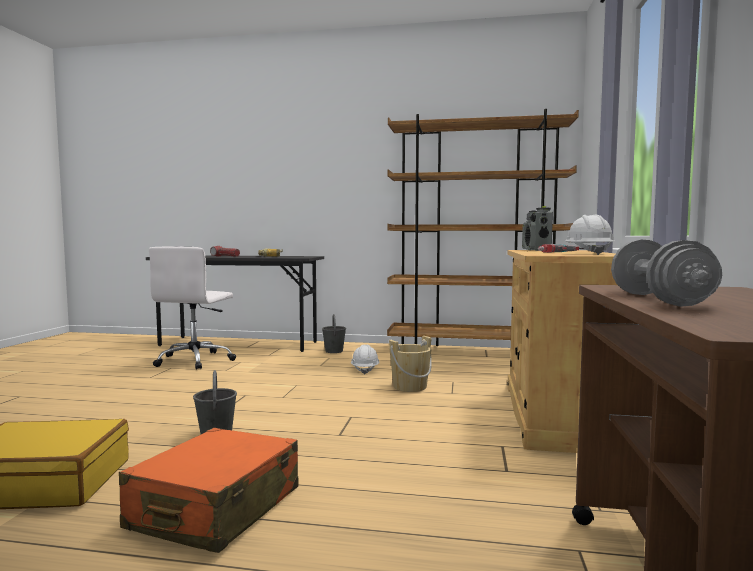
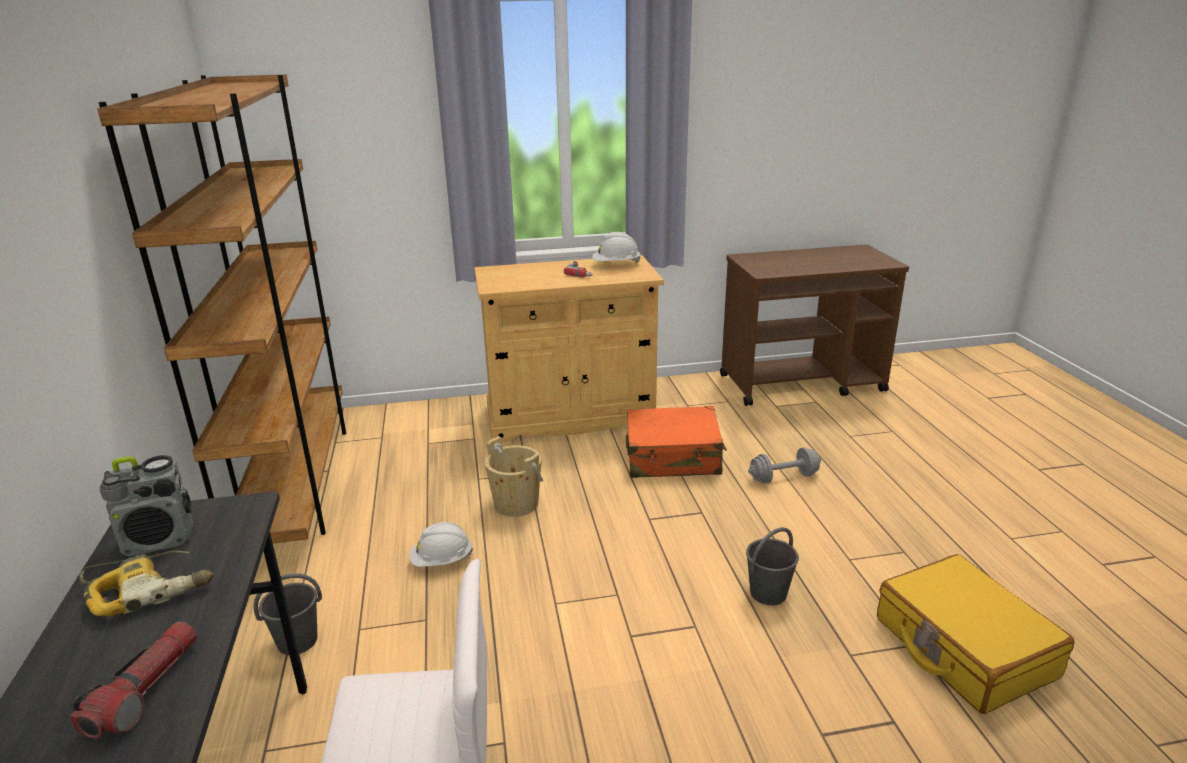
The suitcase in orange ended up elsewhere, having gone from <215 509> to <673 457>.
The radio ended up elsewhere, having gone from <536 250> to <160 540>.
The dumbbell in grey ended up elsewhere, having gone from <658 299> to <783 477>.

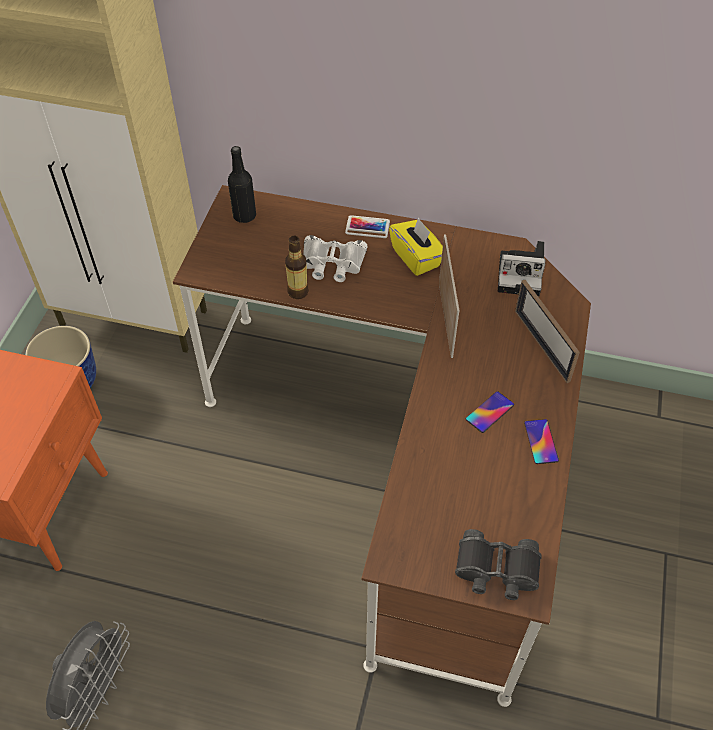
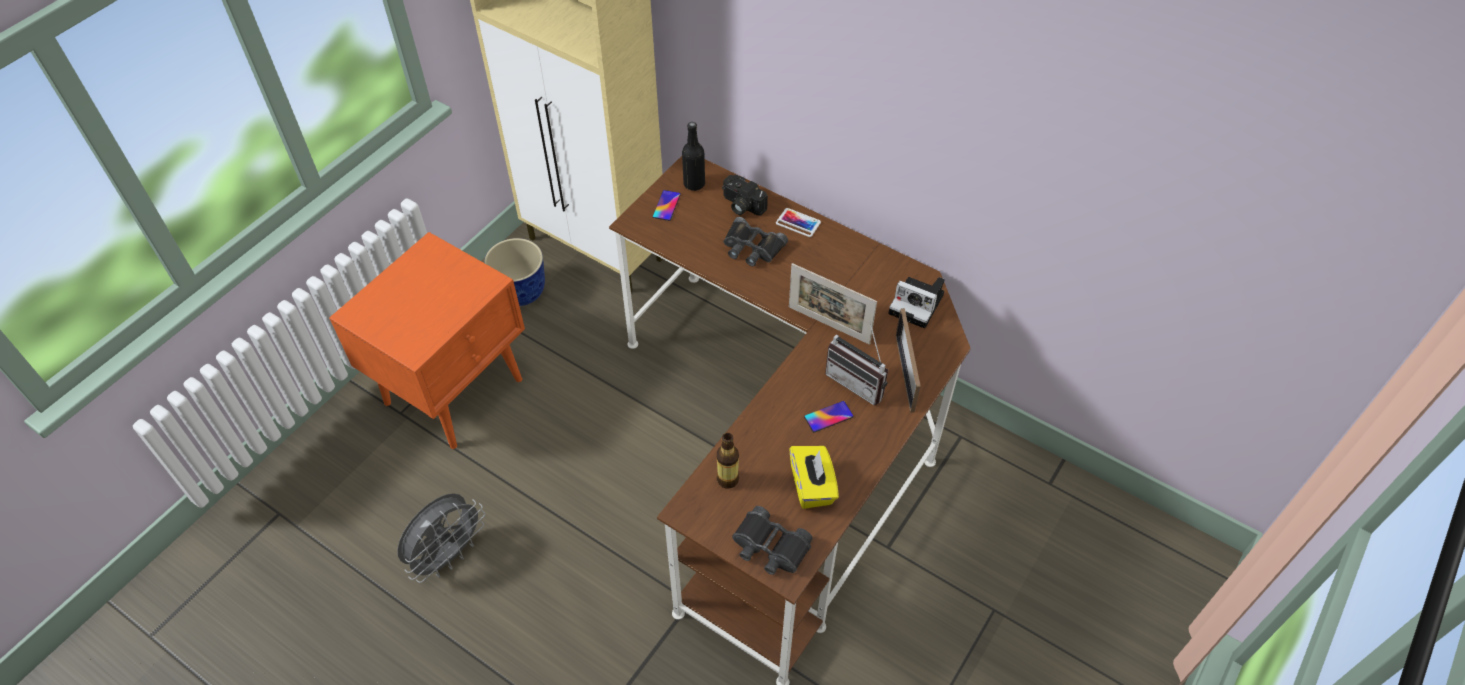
The bottle ended up elsewhere, having gone from <298 292> to <727 479>.
What was the binoculars in white at <332 263> turned into the binoculars in black at <752 247>.
The tissue box in yellow ended up elsewhere, having gone from <416 258> to <812 486>.
The picture frame at <445 319> ended up facing another way, 105 degrees clockwise from before.
The phone ended up elsewhere, having gone from <541 441> to <666 205>.
The second view gained the photo camera at <741 205>.
The second view gained the radio at <859 381>.

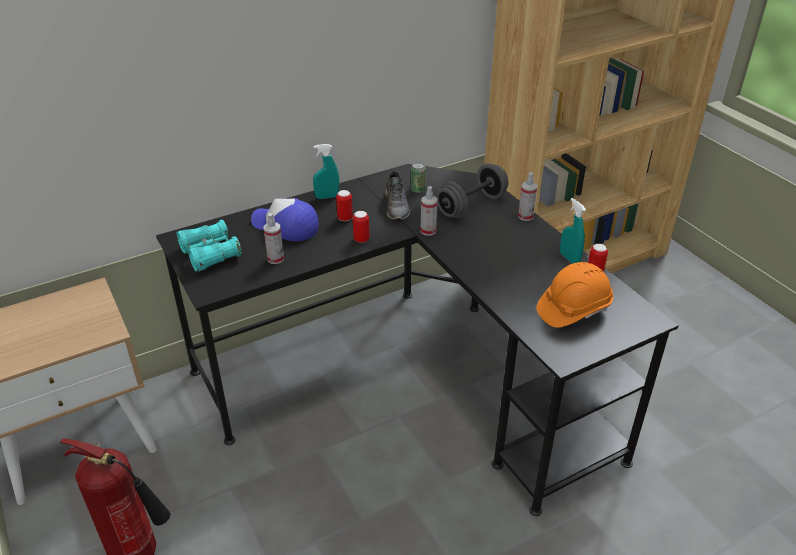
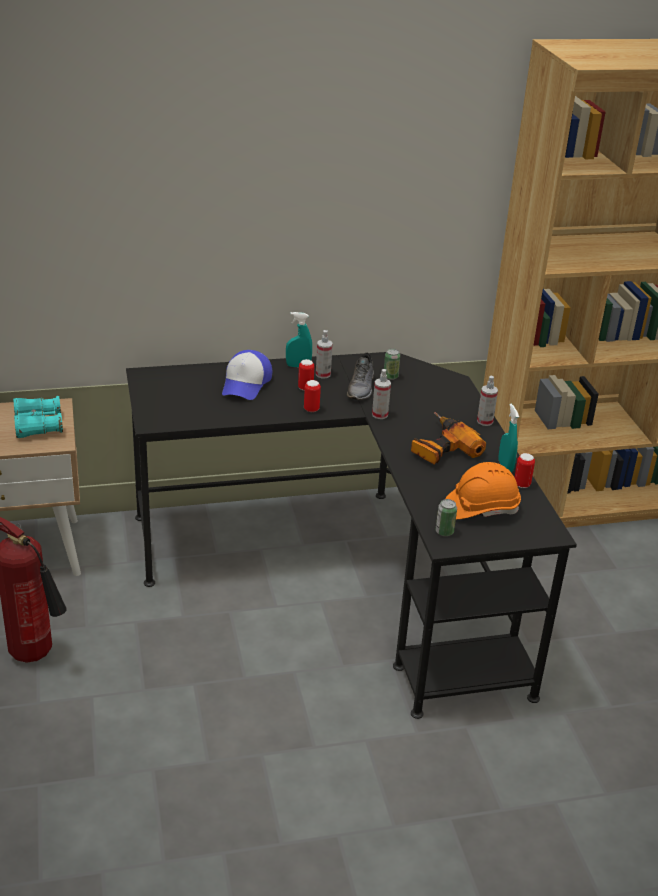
The binoculars in turquoise ended up elsewhere, having gone from <210 254> to <38 425>.
The cap at <285 226> ended up facing another way, 120 degrees counterclockwise from before.
The spray bottle ended up elsewhere, having gone from <275 259> to <323 374>.
The second view lost the dumbbell in grey at <471 206>.
The second view gained the power drill at <440 448>.
The second view gained the can at <444 532>.

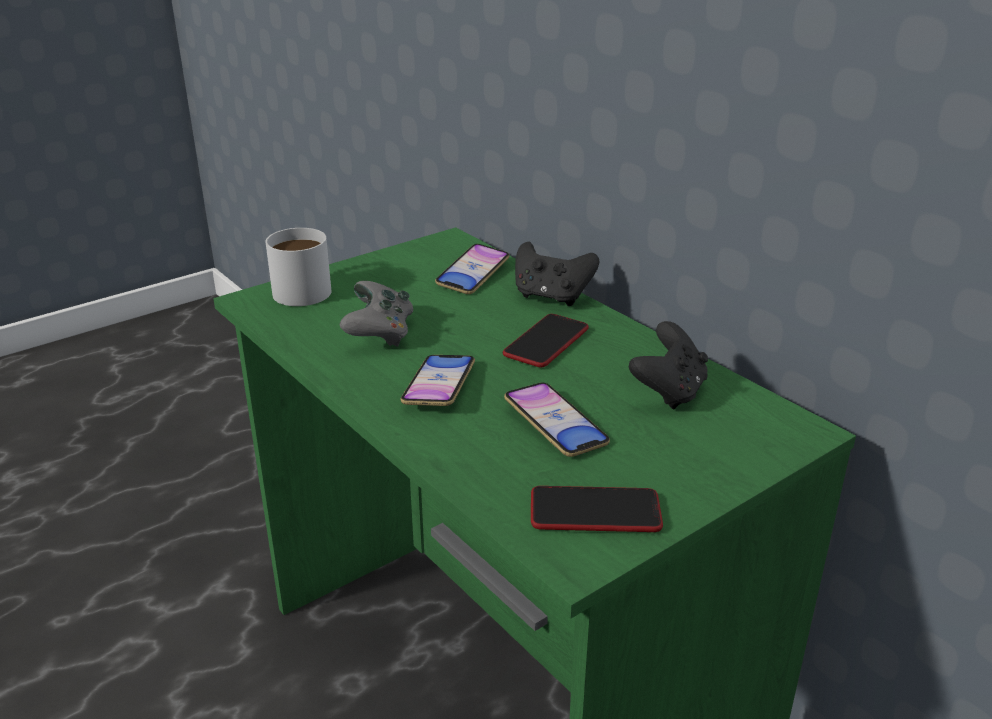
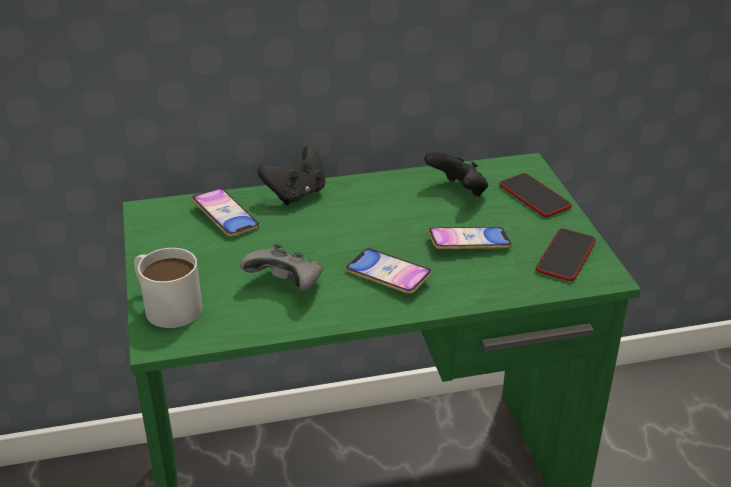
The phone ended up elsewhere, having gone from <546 342> to <534 196>.

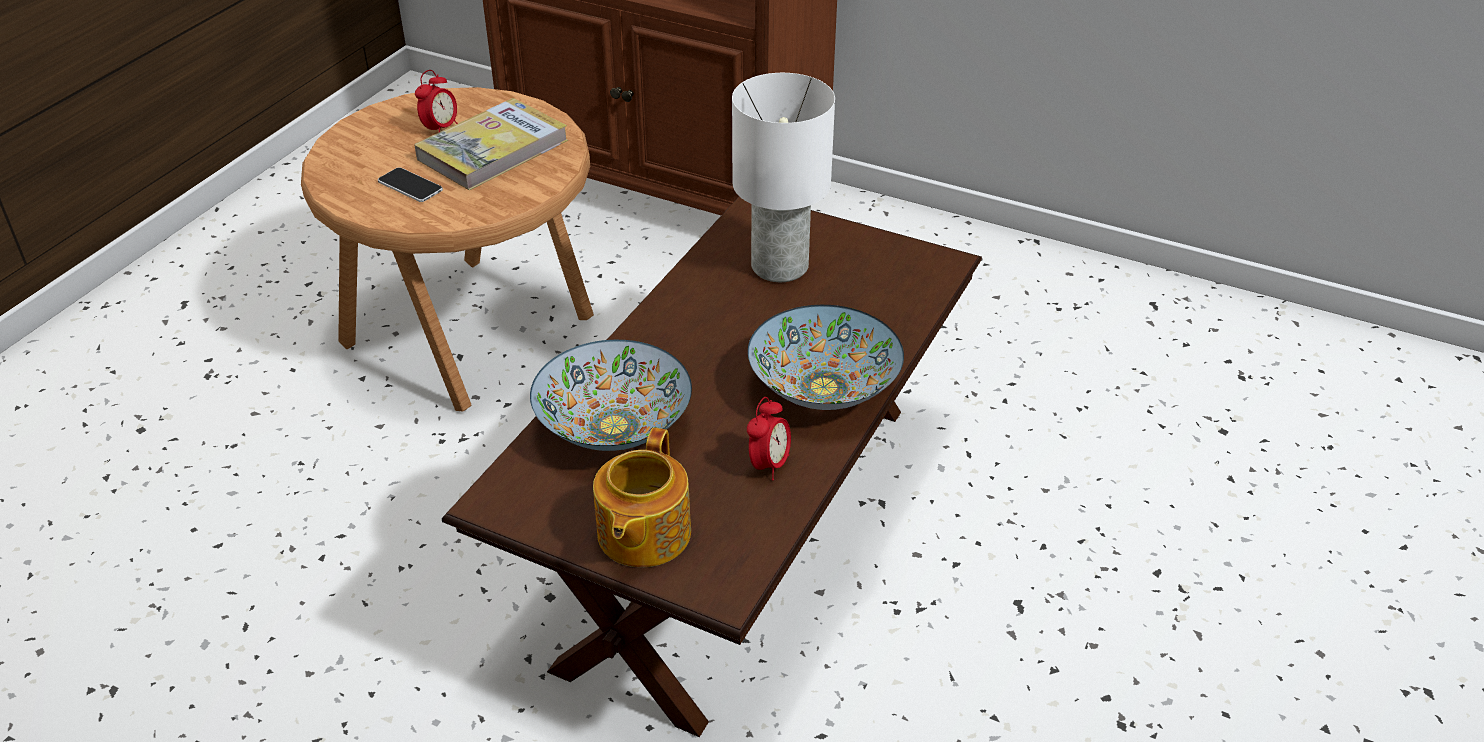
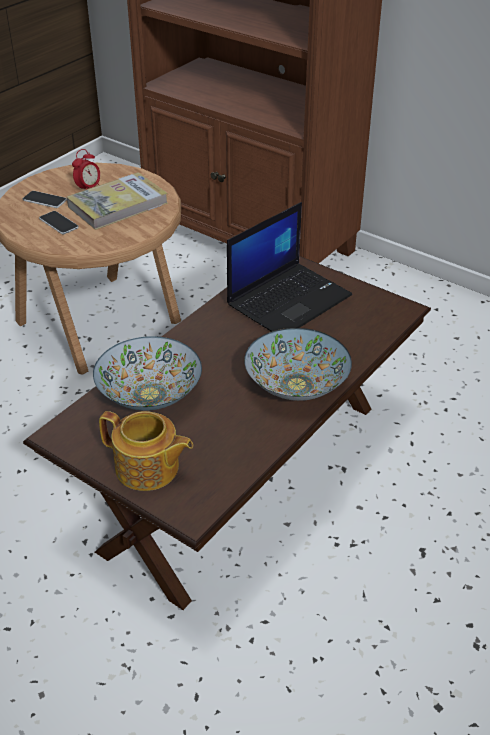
The teapot at <642 534> ended up facing another way, 90 degrees counterclockwise from before.
Where the table lamp in white stood at <779 265>, the laptop came to stand at <289 299>.
The second view lost the alarm clock at <769 465>.
The second view gained the phone at <44 200>.

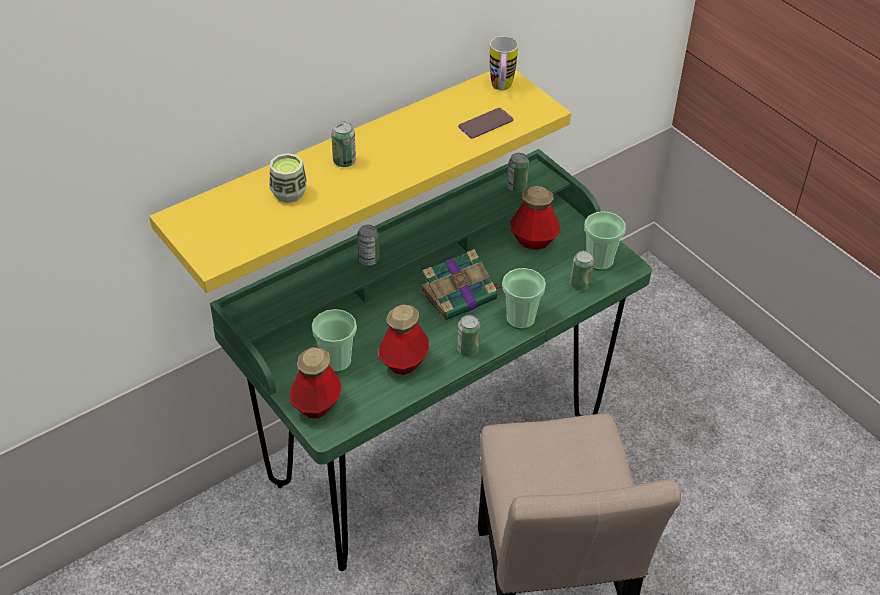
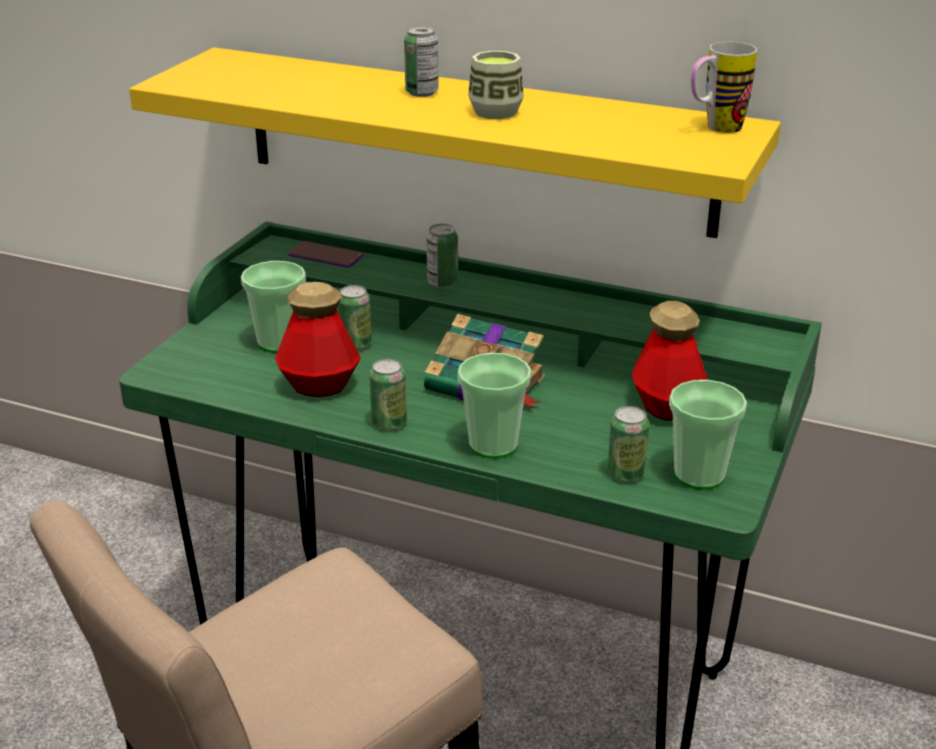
The cup ended up elsewhere, having gone from <289 193> to <495 112>.
The second view lost the bottle at <316 405>.
The phone ended up elsewhere, having gone from <485 124> to <325 256>.
The can ended up elsewhere, having gone from <516 187> to <355 344>.

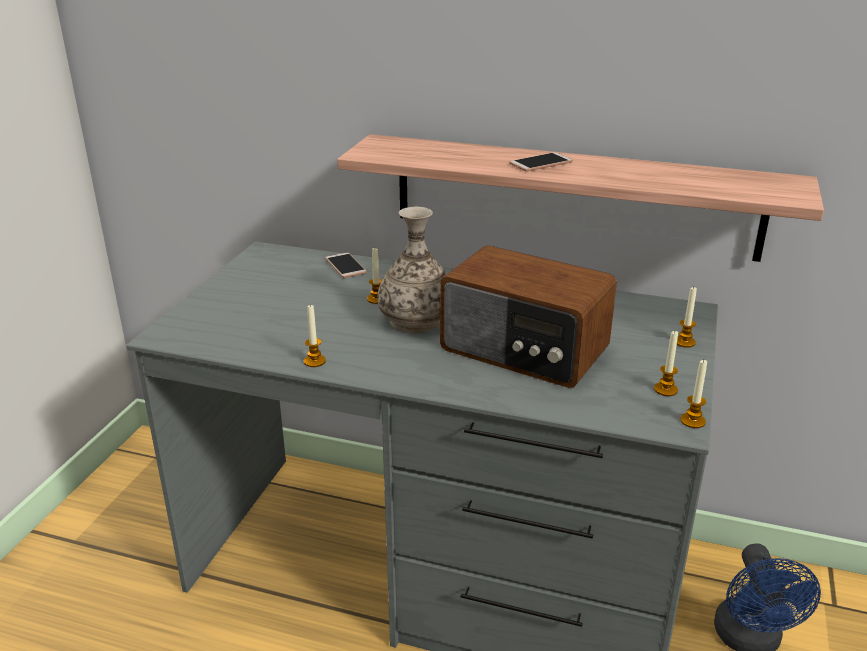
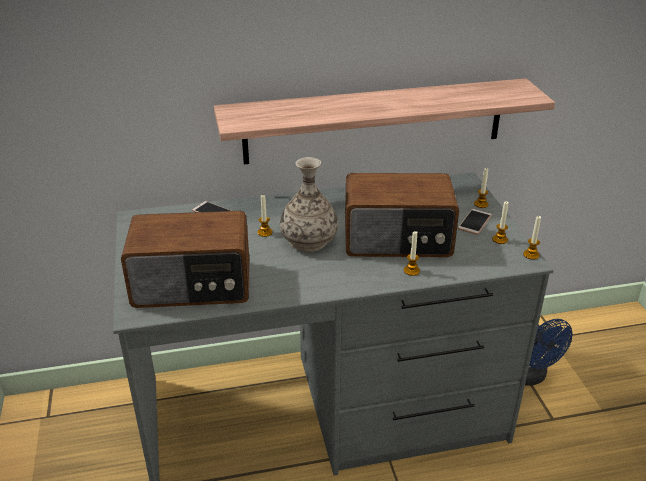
The candle ended up elsewhere, having gone from <314 361> to <411 271>.
The phone ended up elsewhere, having gone from <541 163> to <474 222>.
The second view gained the radio at <193 285>.

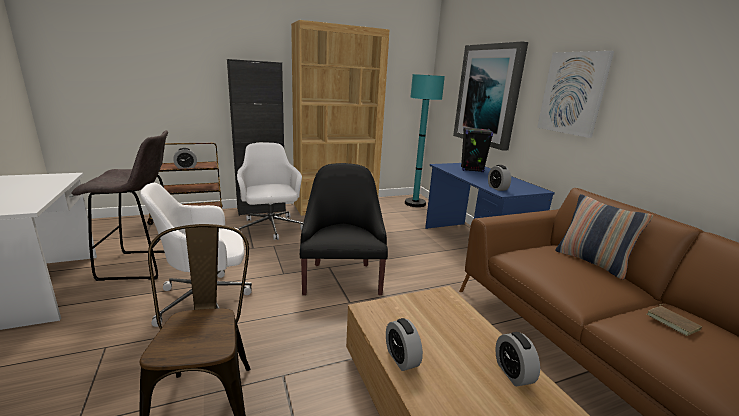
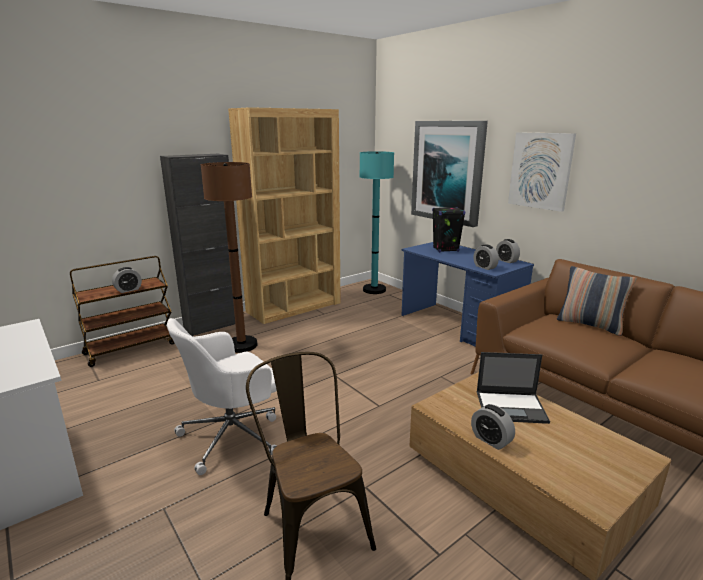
The second view lost the stool in grey at <142 265>.
Where the office chair in white stood at <271 229>, the floor lamp in brown came to stand at <241 345>.
The second view lost the armchair in black at <342 278>.
The alarm clock ended up elsewhere, having gone from <513 373> to <506 261>.
The second view lost the book in brown at <673 322>.
The second view gained the laptop at <511 407>.

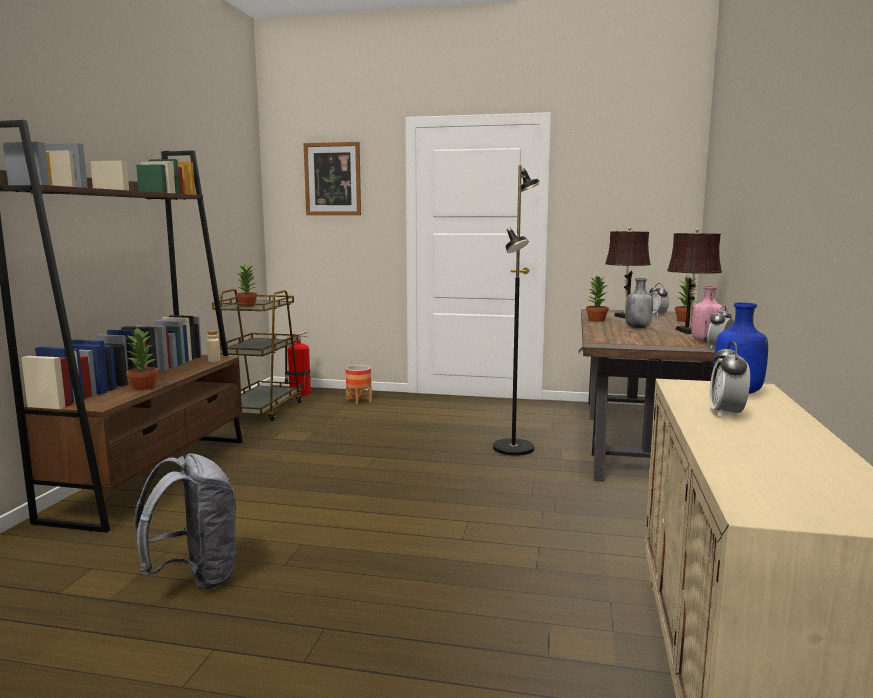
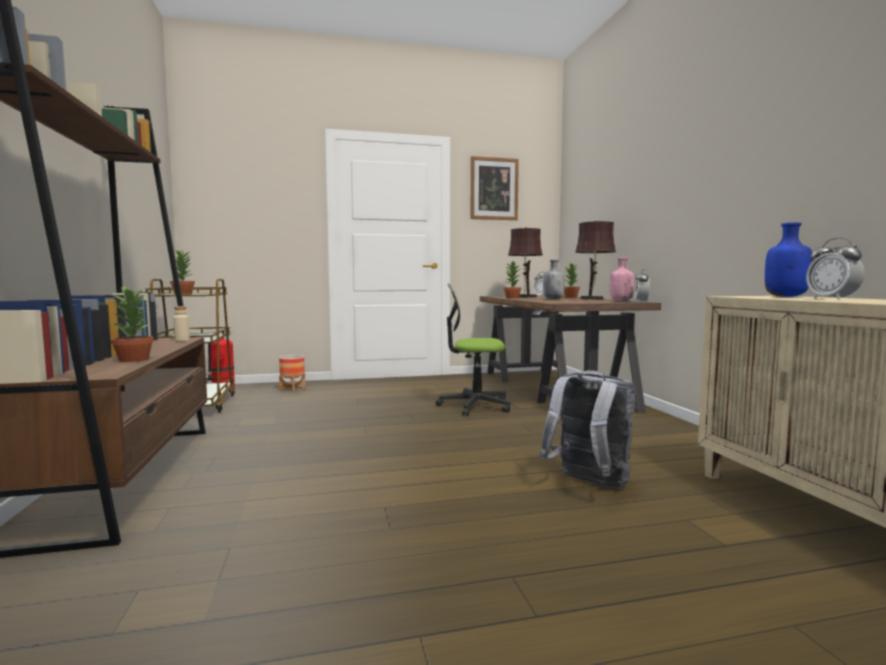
The backpack in grey ended up elsewhere, having gone from <195 577> to <588 484>.
The picture ended up elsewhere, having gone from <332 179> to <494 189>.
Where the floor lamp in black stood at <514 448>, the office chair came to stand at <474 406>.

